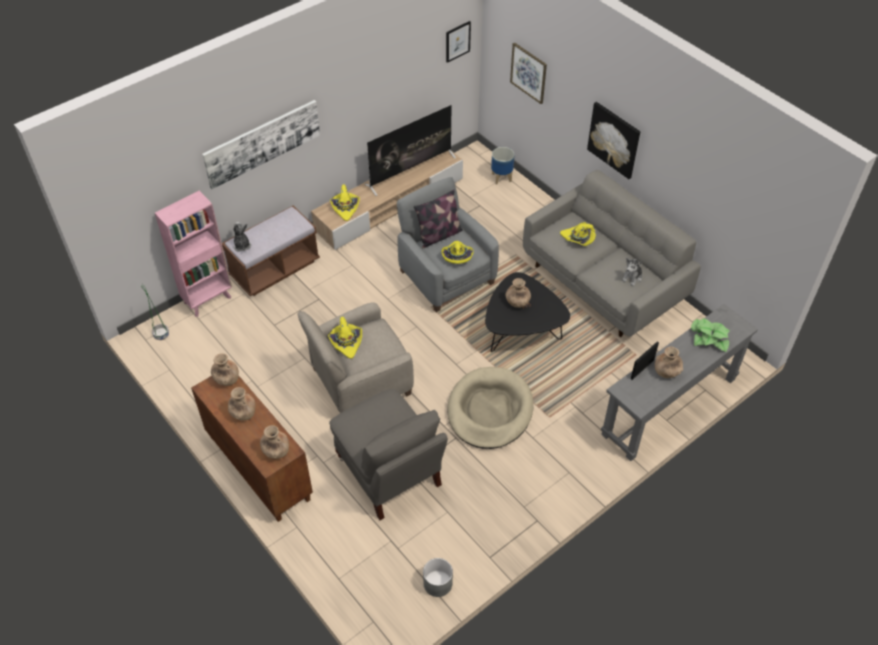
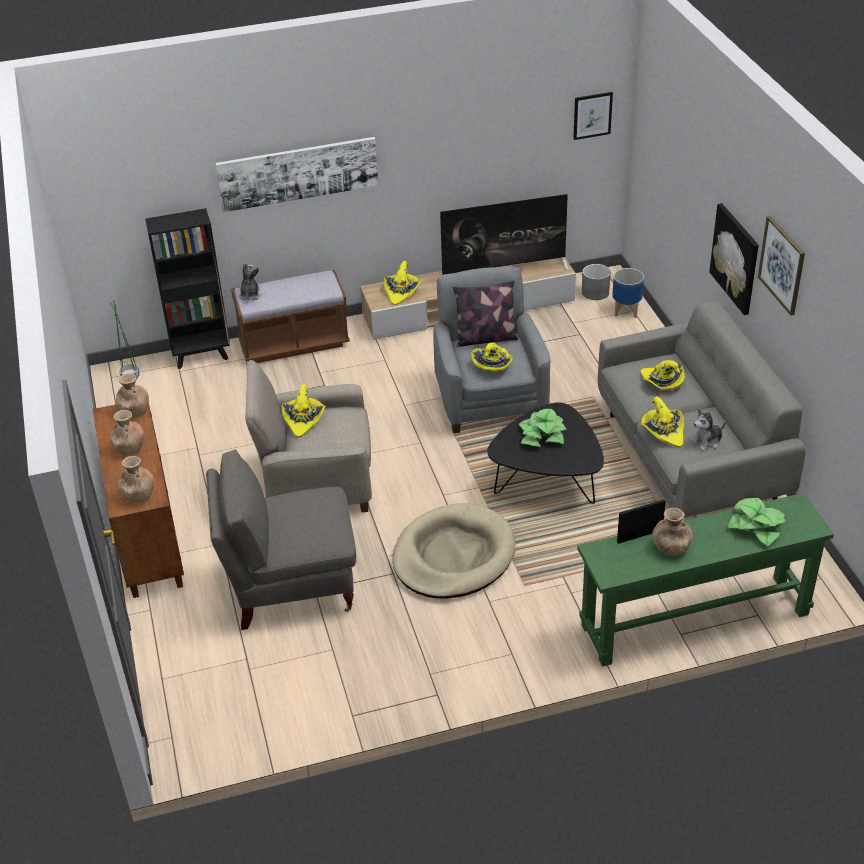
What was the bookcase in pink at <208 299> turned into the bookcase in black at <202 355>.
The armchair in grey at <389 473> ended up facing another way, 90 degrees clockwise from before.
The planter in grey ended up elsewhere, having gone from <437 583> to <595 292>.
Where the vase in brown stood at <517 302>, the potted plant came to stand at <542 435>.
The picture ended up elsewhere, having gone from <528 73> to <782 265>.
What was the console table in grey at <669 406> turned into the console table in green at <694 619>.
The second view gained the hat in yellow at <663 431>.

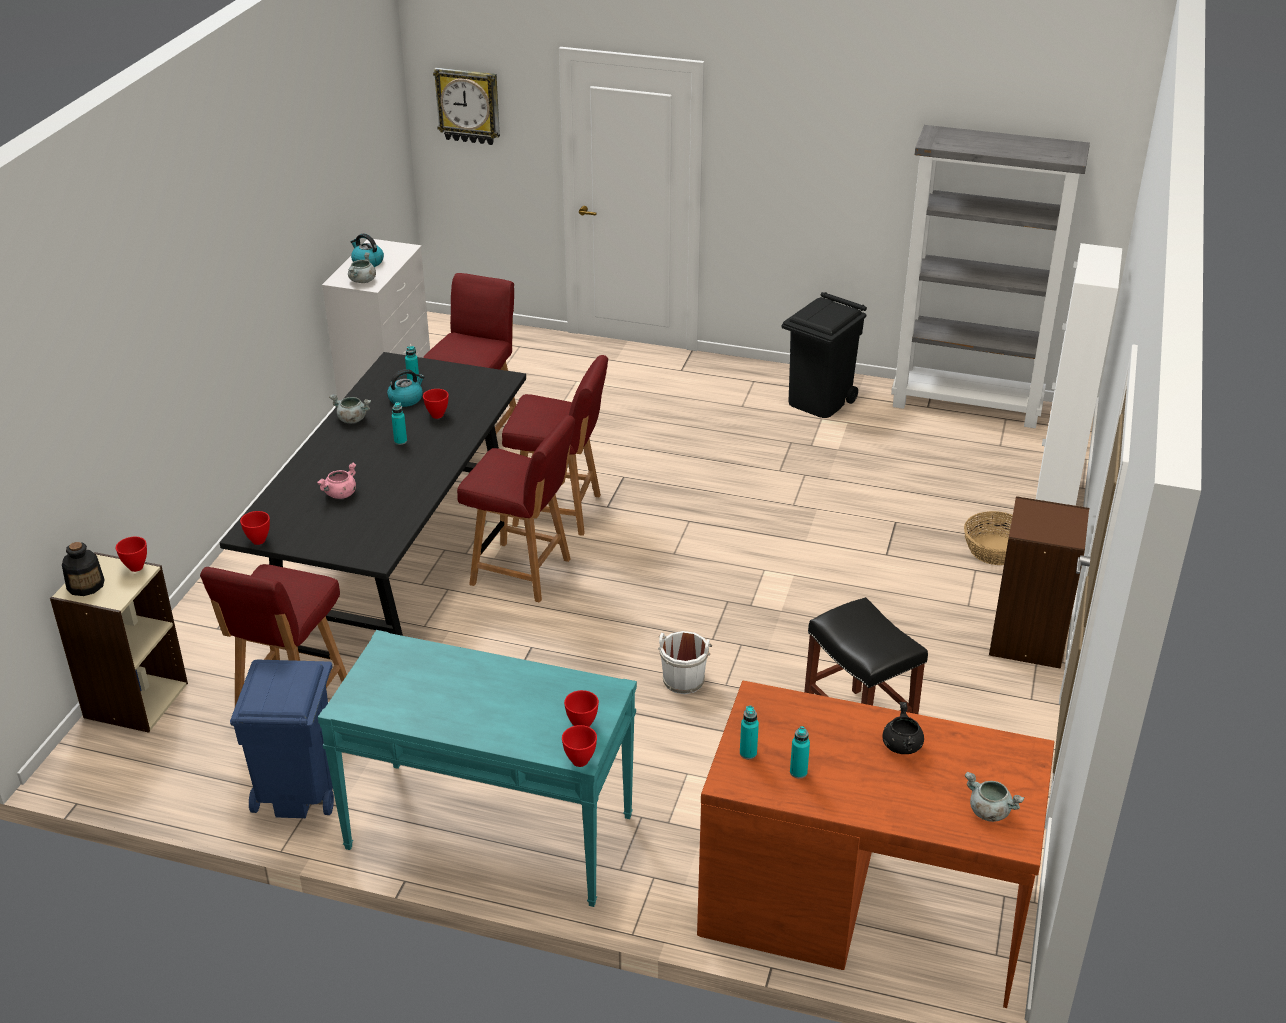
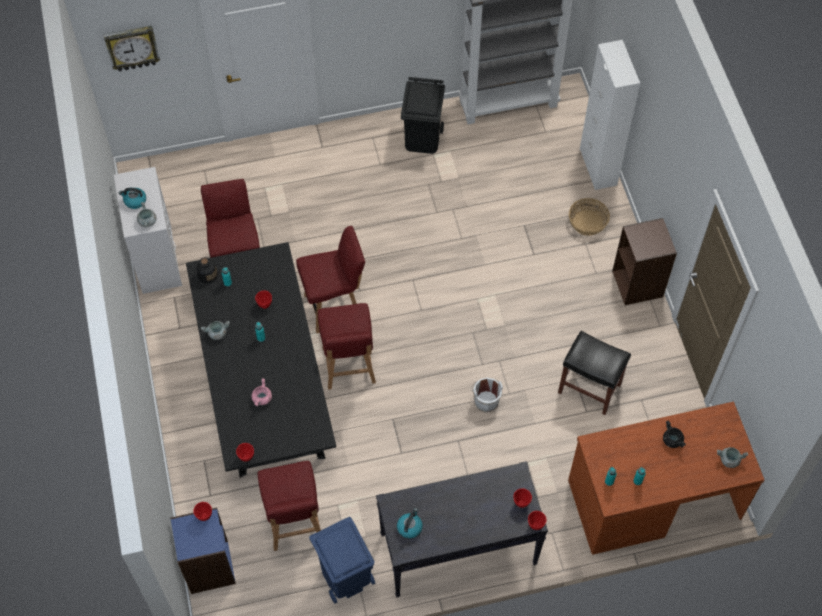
What was the bookcase in beige at <135 700> turned into the bookcase in blue at <208 567>.
The bottle ended up elsewhere, having gone from <86 585> to <207 275>.
What was the console table in turquoise at <488 832> turned into the console table in black at <457 549>.
The kettle ended up elsewhere, having gone from <406 399> to <409 527>.
The chair in red at <523 572> ended up facing another way, 90 degrees clockwise from before.

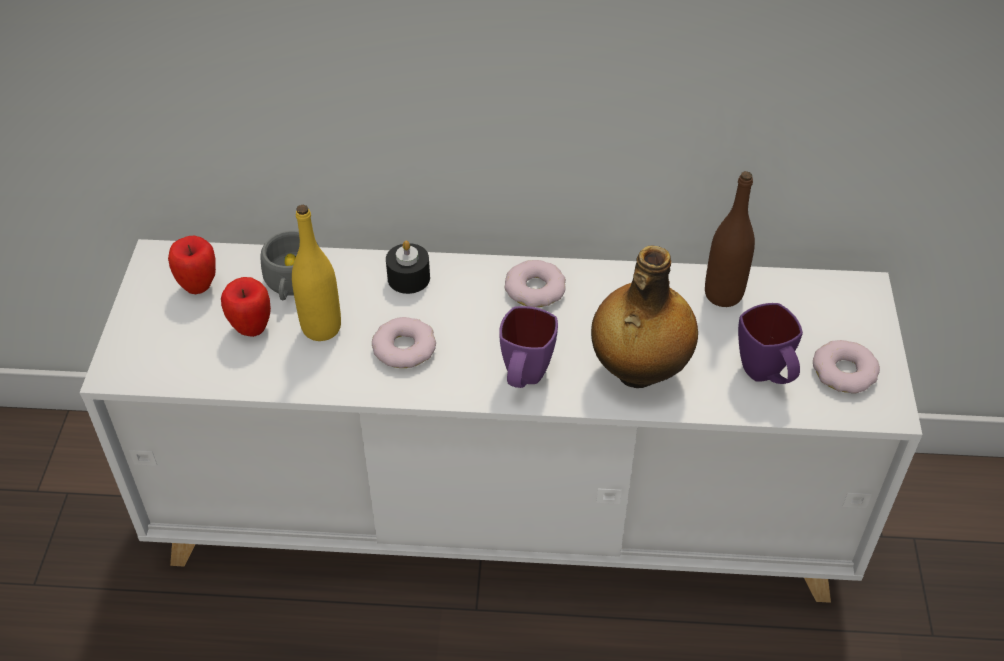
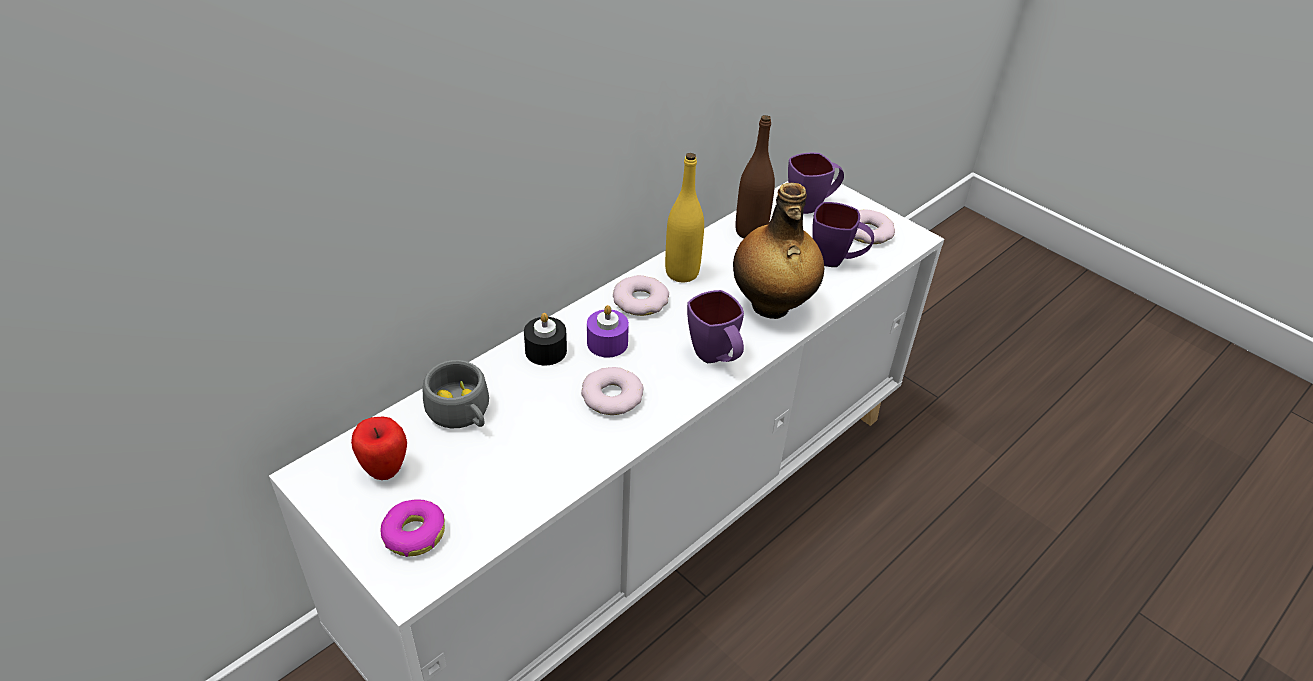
The second view lost the apple at <251 328>.
The bottle in yellow ended up elsewhere, having gone from <321 328> to <682 273>.
The second view gained the donut at <414 534>.
The second view gained the candle in purple at <607 343>.
The second view gained the mug in purple at <811 205>.

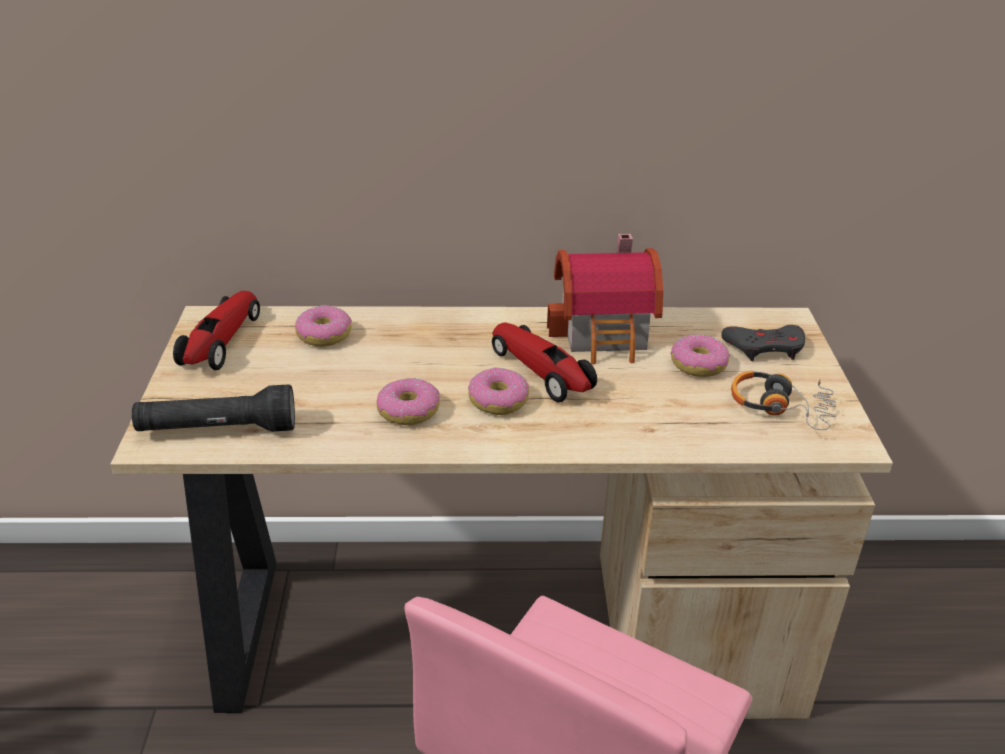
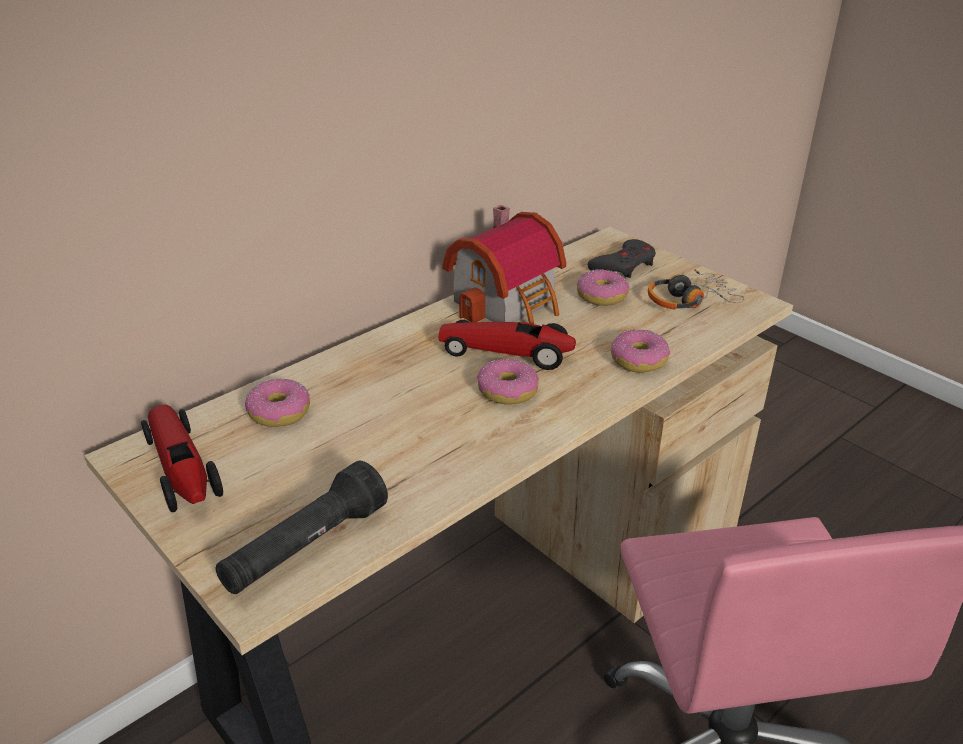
The donut ended up elsewhere, having gone from <409 410> to <638 360>.

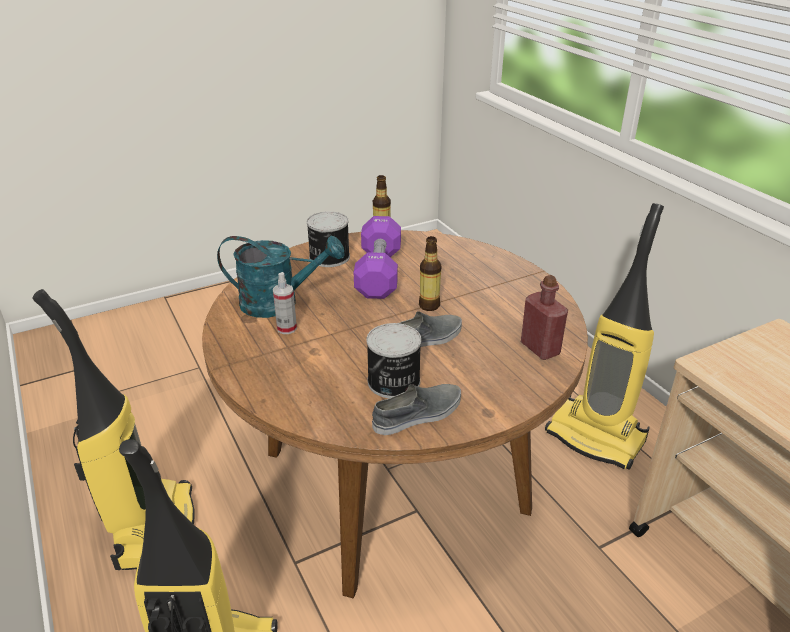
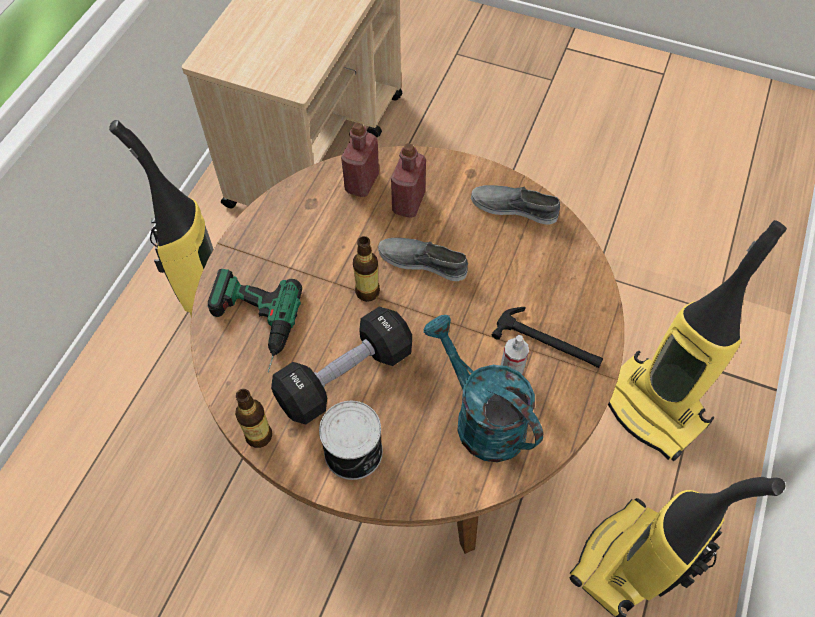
What was the dumbbell in purple at <378 273> turned into the dumbbell in black at <345 376>.
The second view lost the can at <393 382>.
The second view gained the power drill at <251 326>.
The second view gained the bottle in red at <408 203>.
The second view gained the hammer at <549 342>.

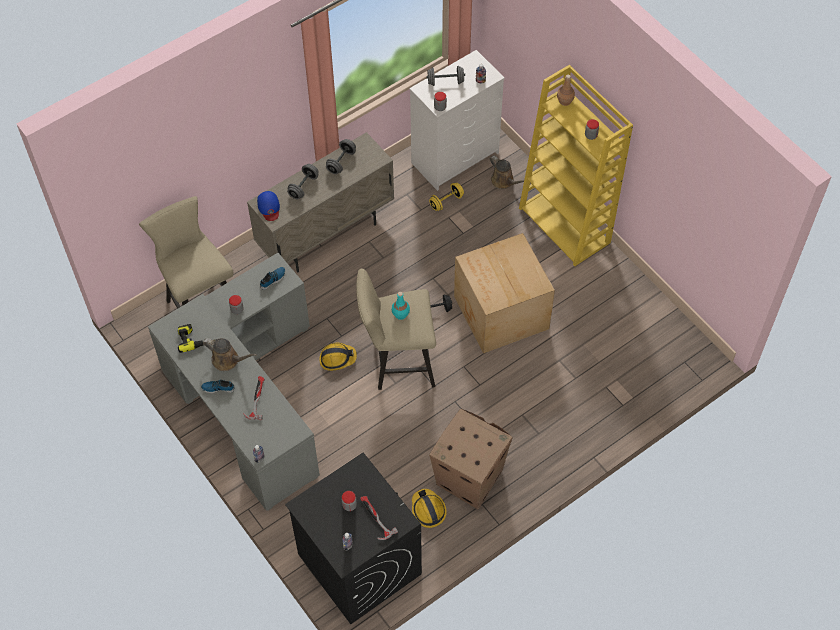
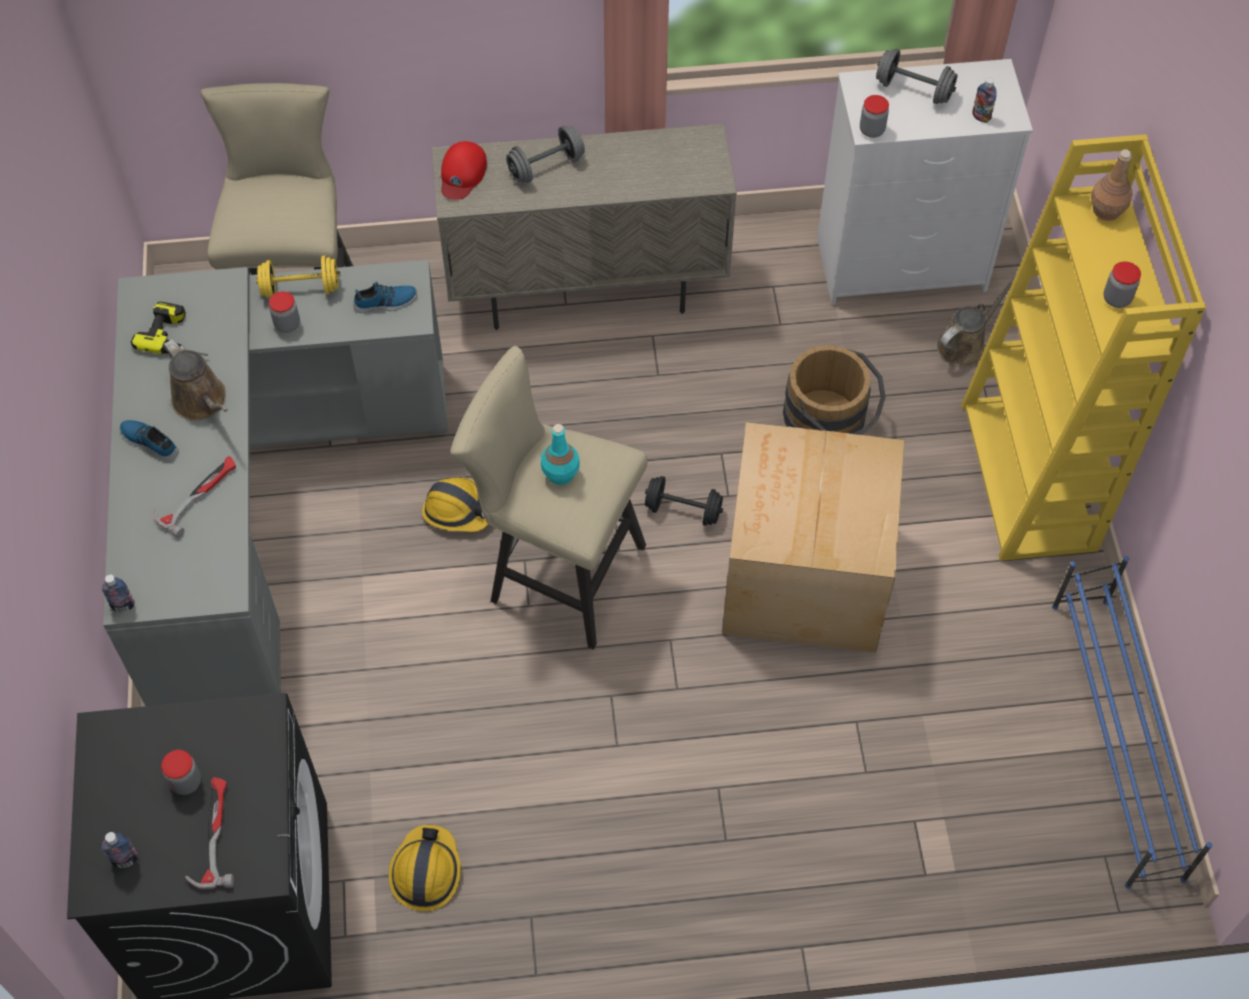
What was the cap in blue at <269 207> turned into the cap in red at <462 174>.
The second view lost the dumbbell in grey at <341 162>.
The dumbbell in yellow ended up elsewhere, having gone from <446 201> to <301 289>.
The second view lost the cardboard box at <468 477>.
The watering can in brown at <504 181> ended up facing another way, 120 degrees counterclockwise from before.
The second view gained the bucket in brown at <829 427>.
The second view gained the shoe rack in blue at <1116 739>.

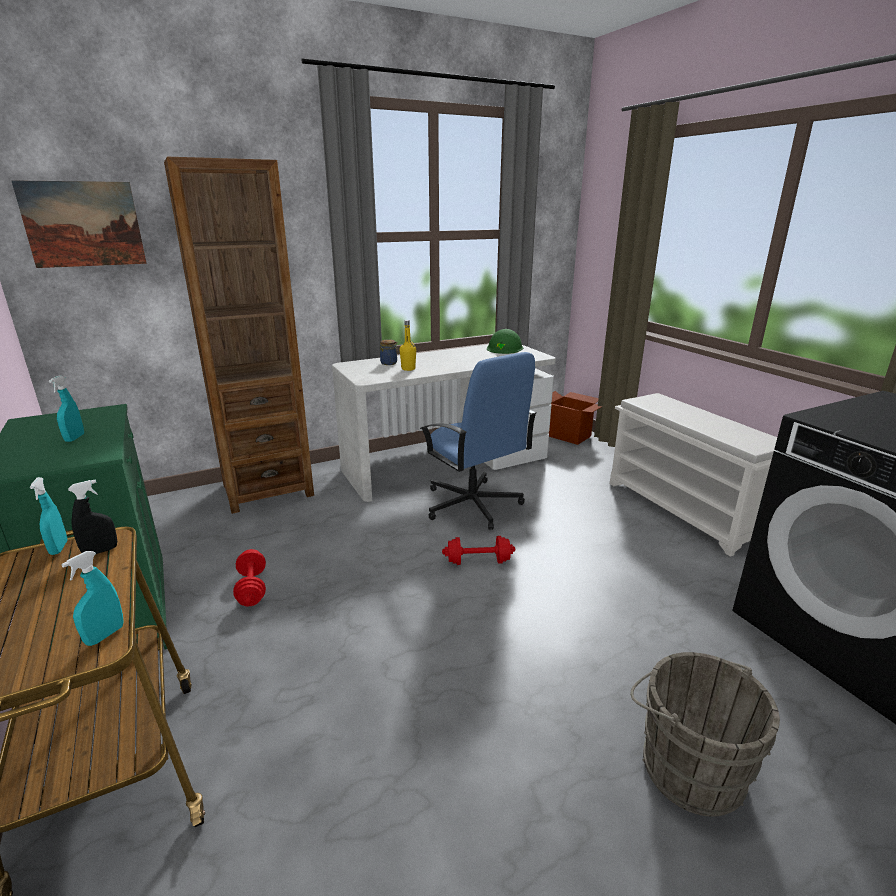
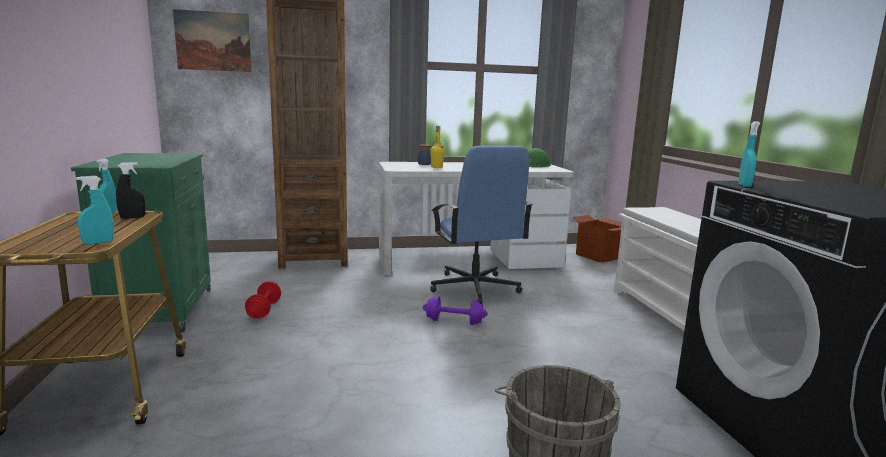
The spray bottle in turquoise ended up elsewhere, having gone from <74 438> to <744 185>.
What was the dumbbell in red at <478 561> turned into the dumbbell in purple at <454 321>.

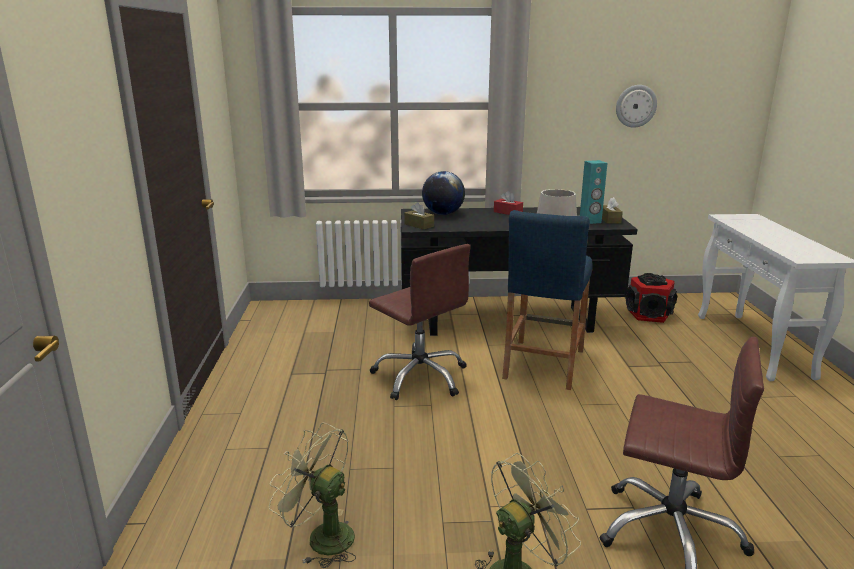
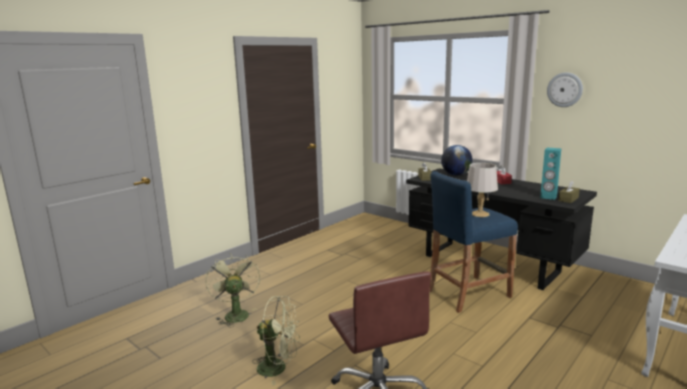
The second view lost the office chair in brown at <420 376>.
The wall clock ended up elsewhere, having gone from <635 106> to <564 89>.
The second view lost the speaker at <649 315>.

